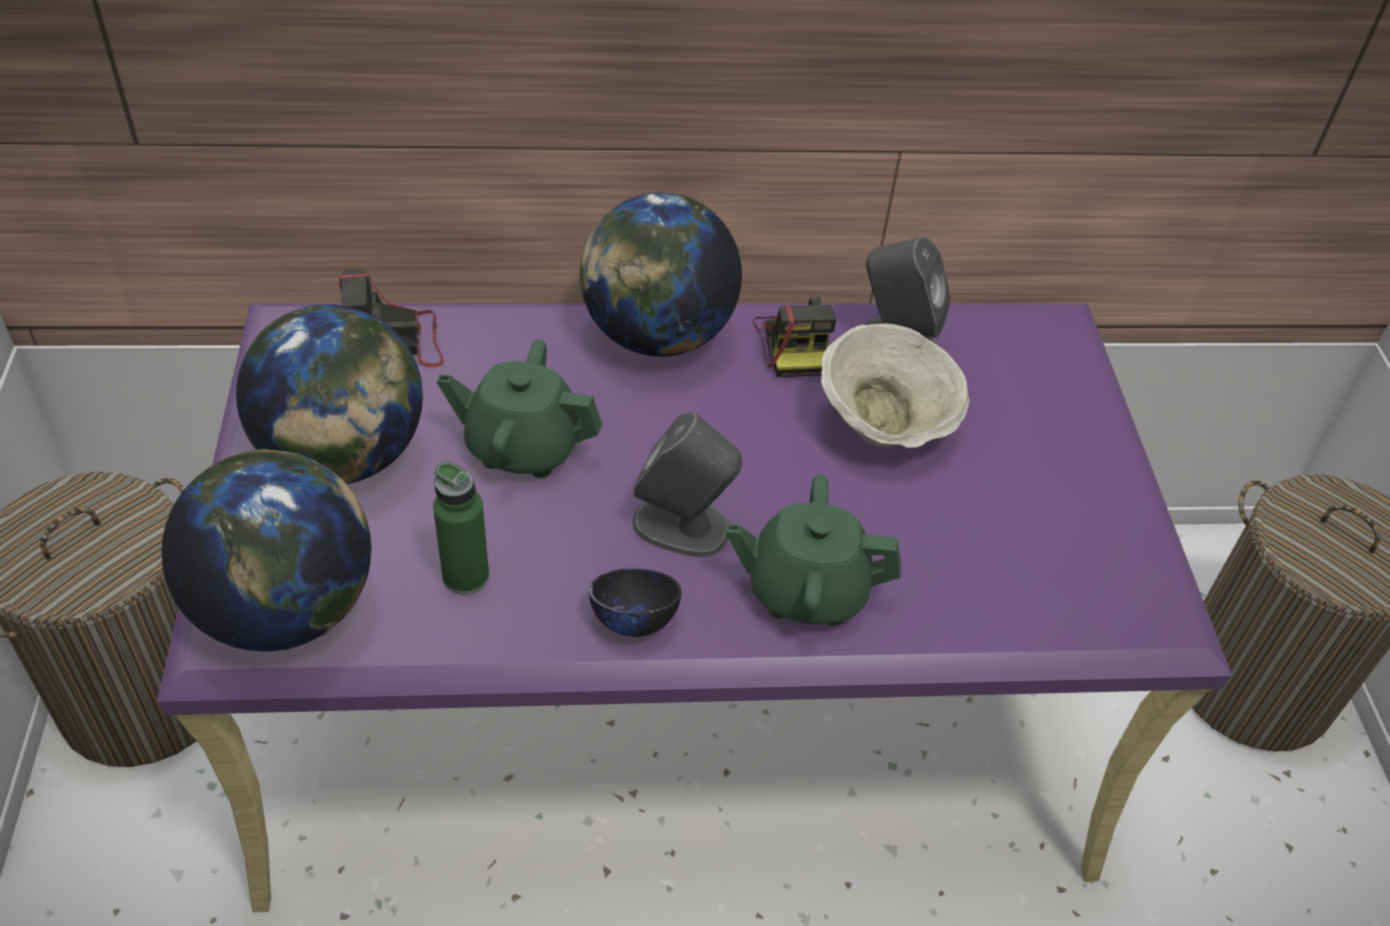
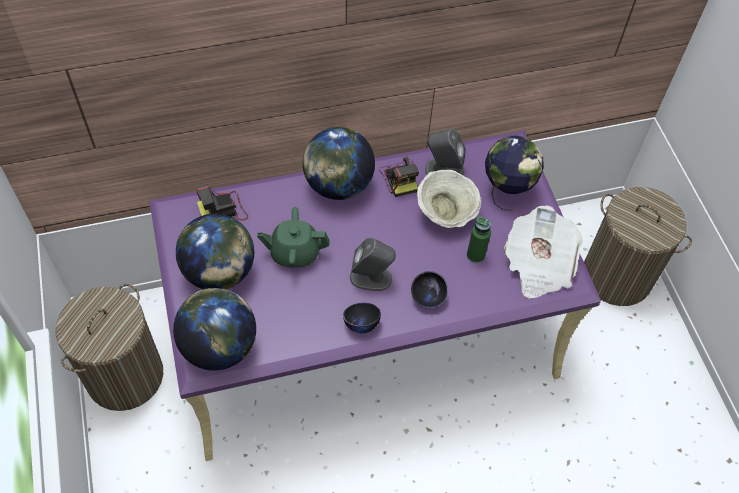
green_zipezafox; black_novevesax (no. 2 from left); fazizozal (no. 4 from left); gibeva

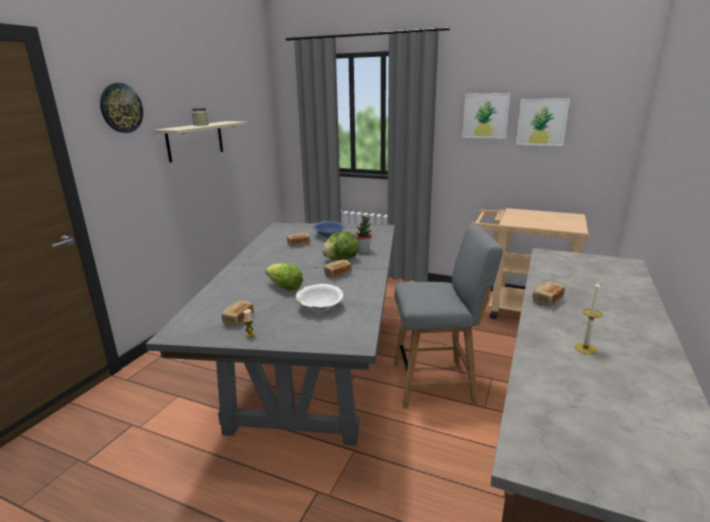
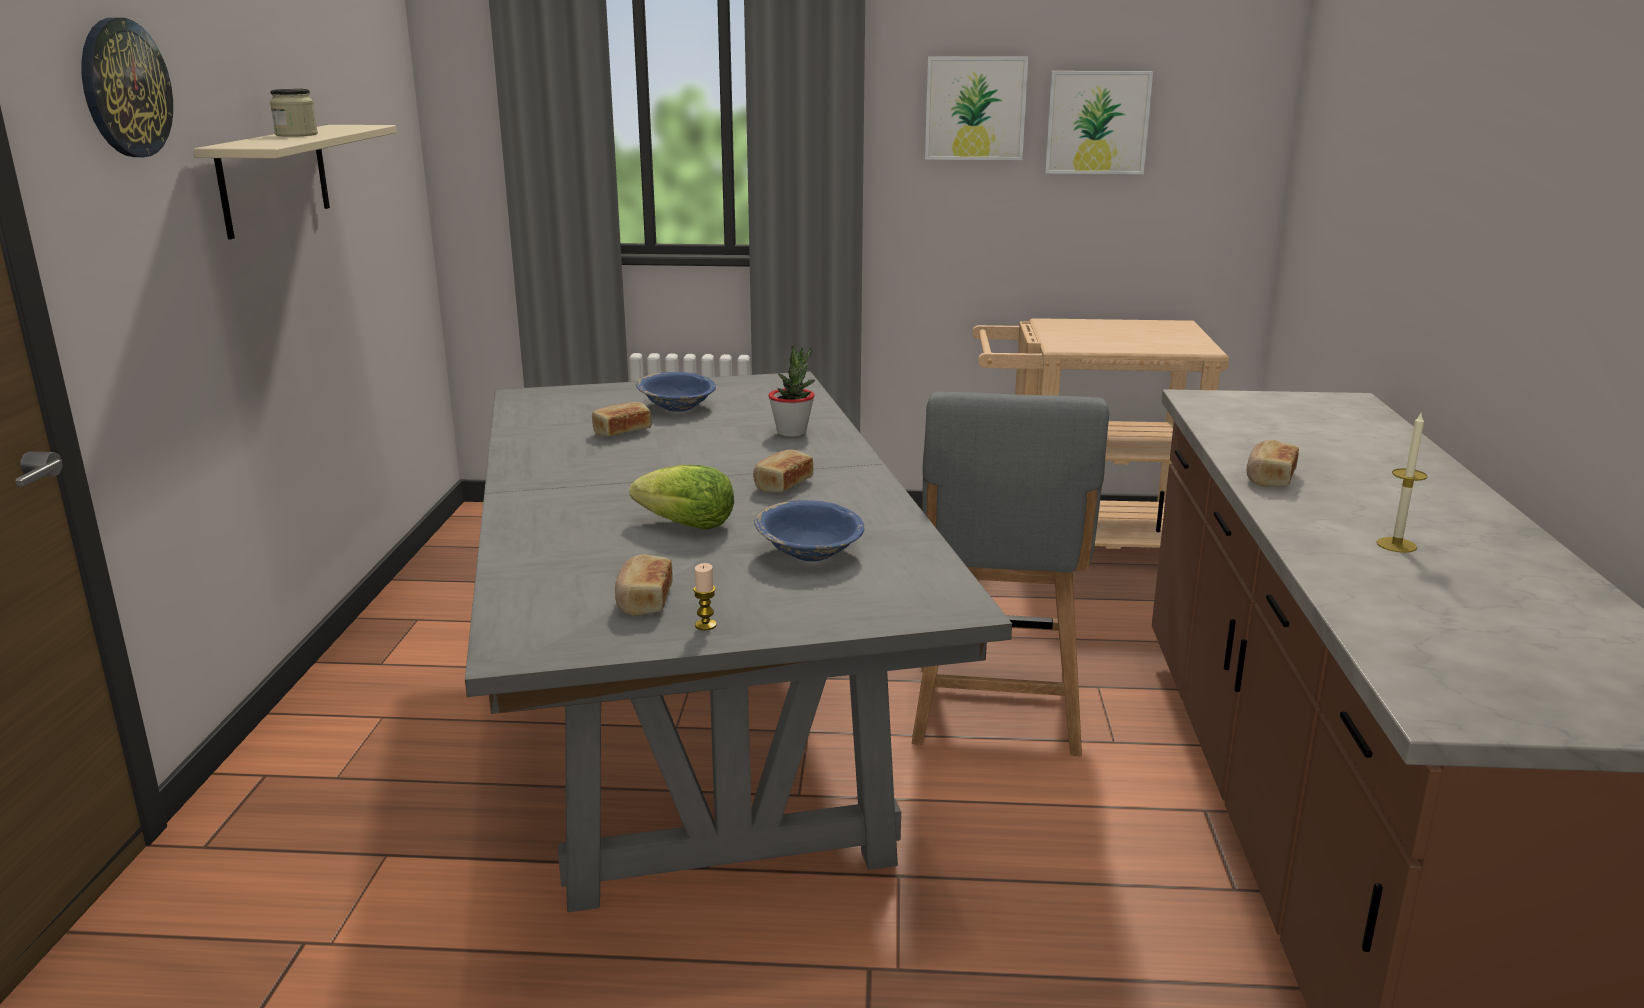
blue_novevesax (no. 2 from left); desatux (no. 2 from left in the first image); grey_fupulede

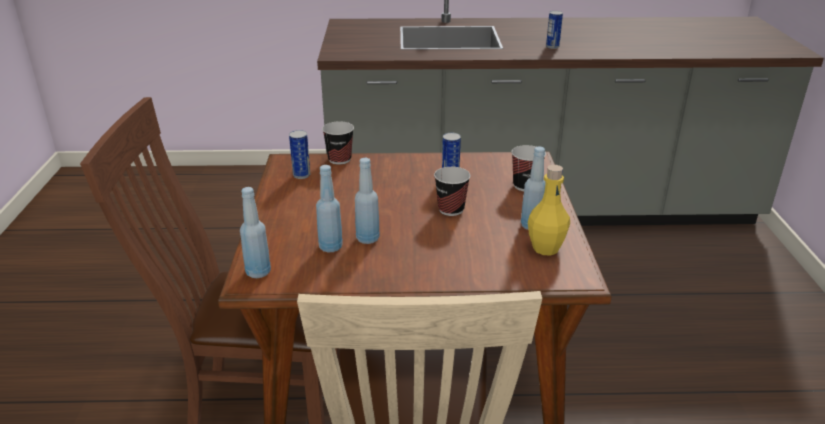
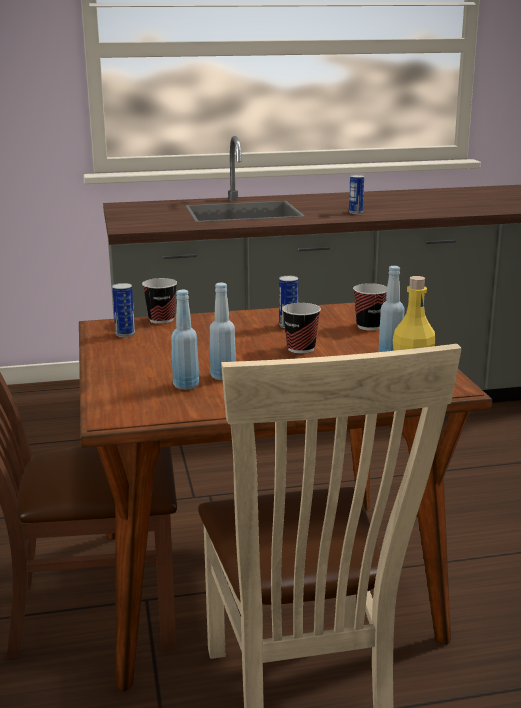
blue_zipezafox (no. 1 from left in the first image)

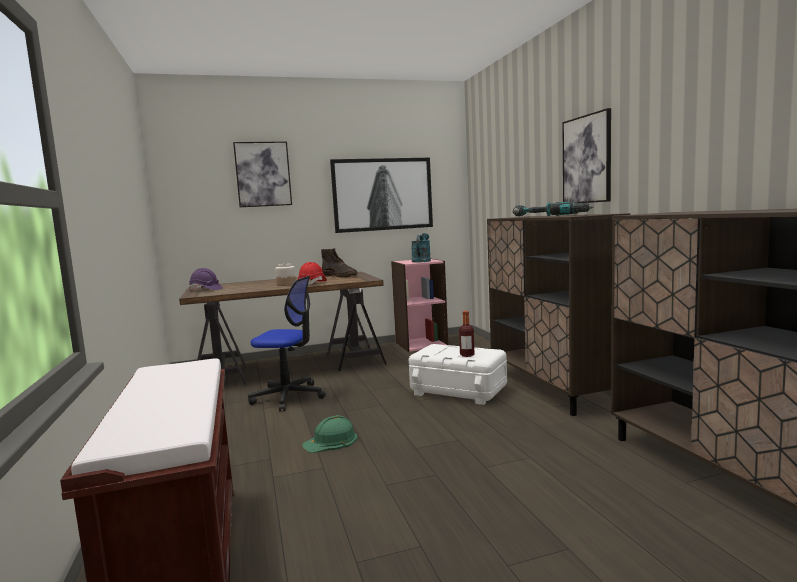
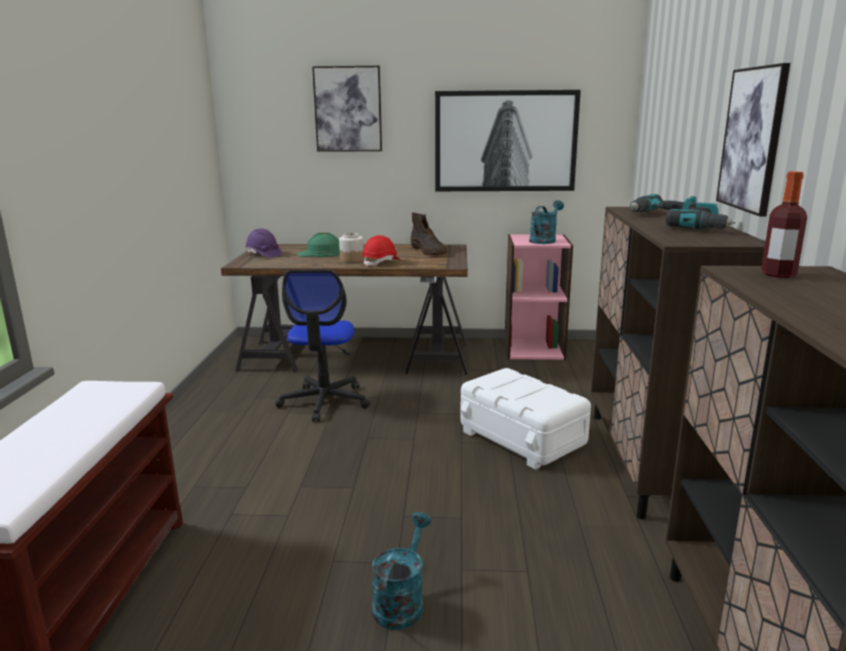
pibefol; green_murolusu; zipezafox; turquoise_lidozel (no. 1 from left)

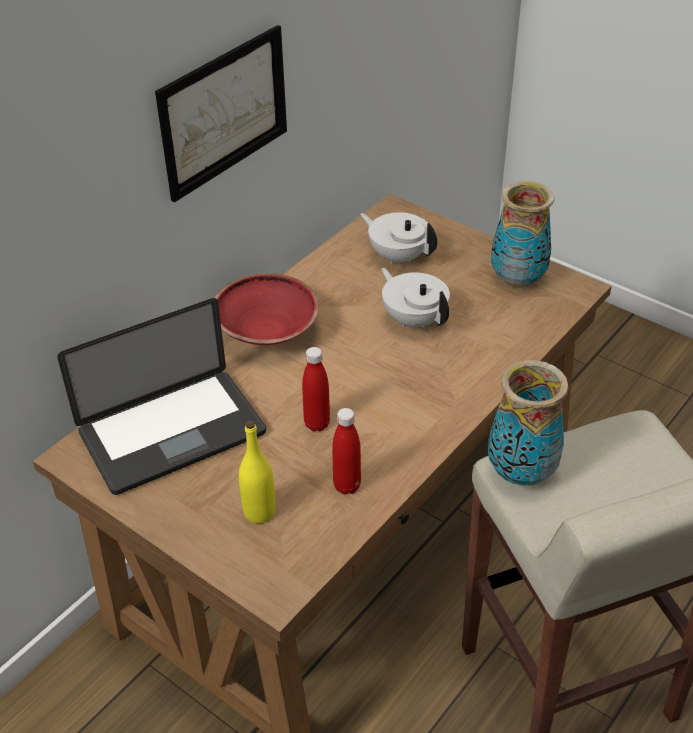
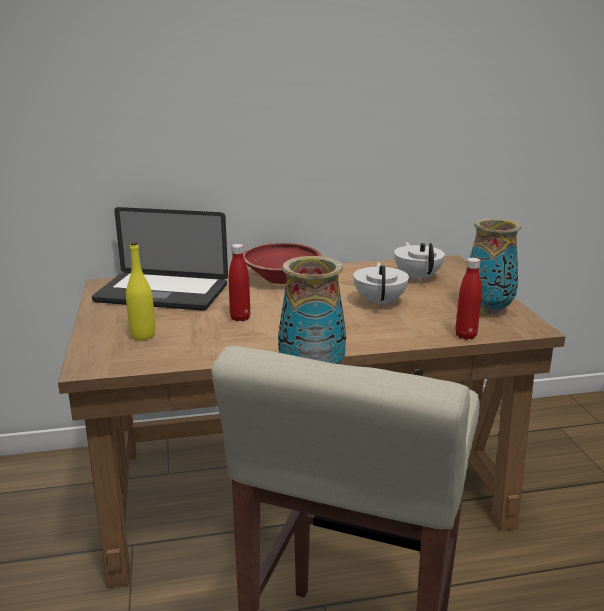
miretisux; red_zipezafox (no. 2 from left)

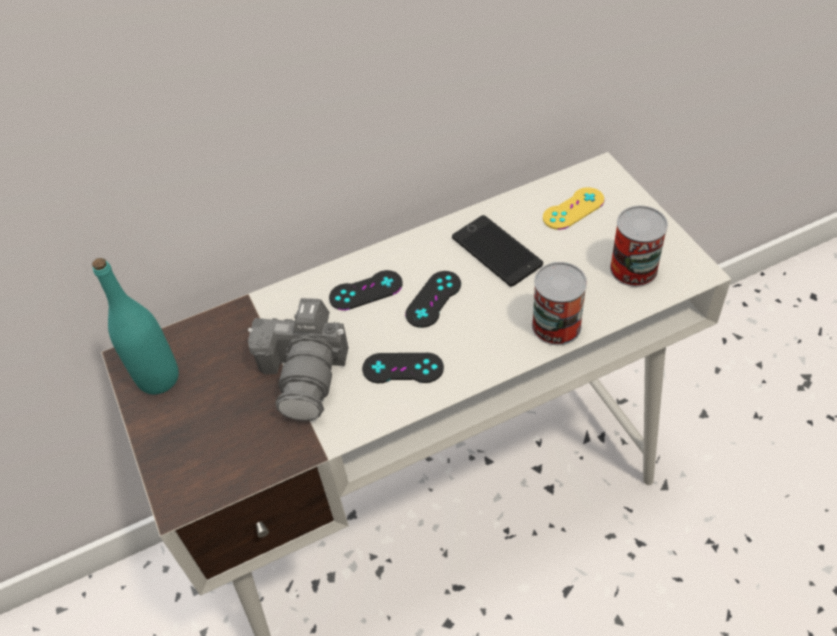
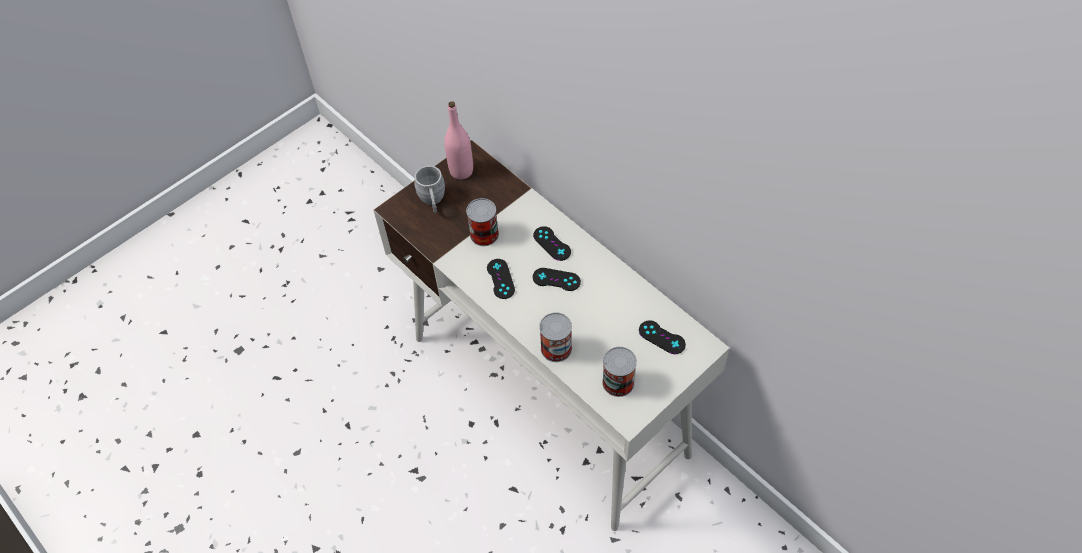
pink_zipezafox; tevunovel (no. 1 from left); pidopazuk; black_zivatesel (no. 4 from left); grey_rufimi

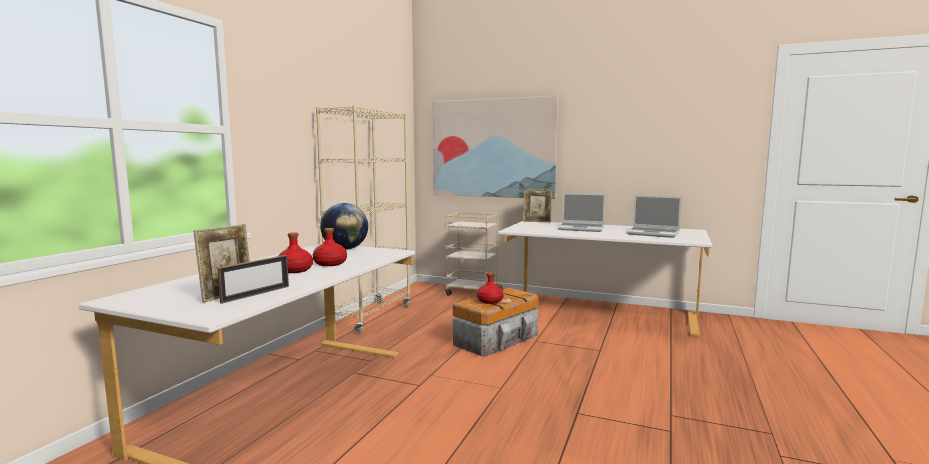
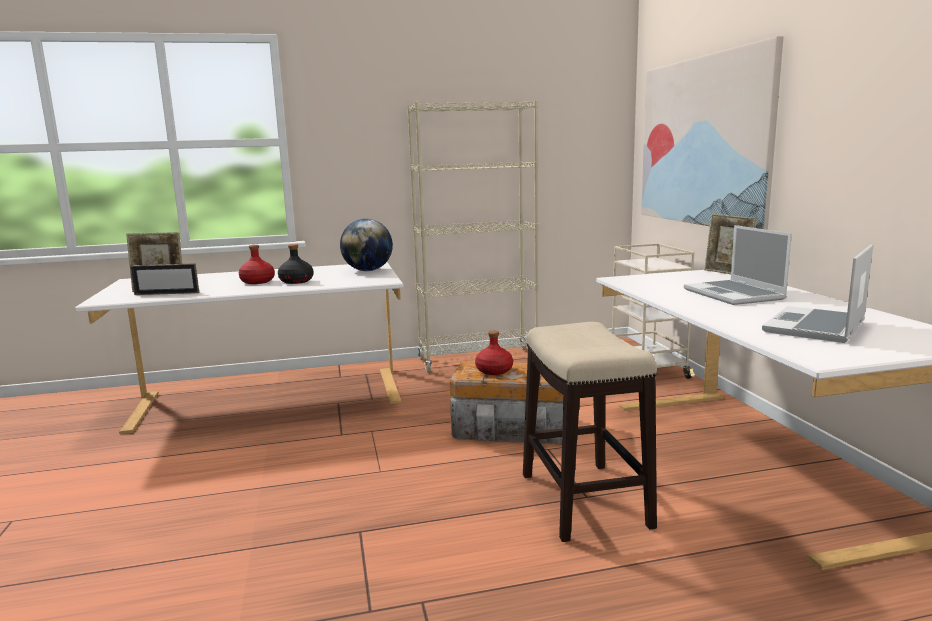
black_zipezafox; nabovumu (no. 2 from left); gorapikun

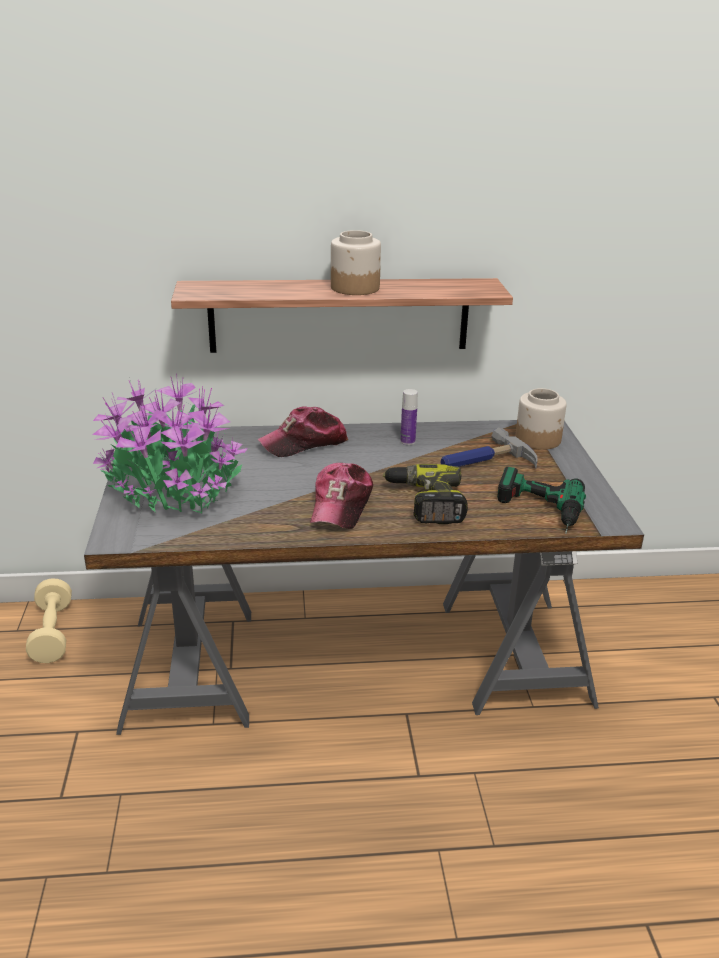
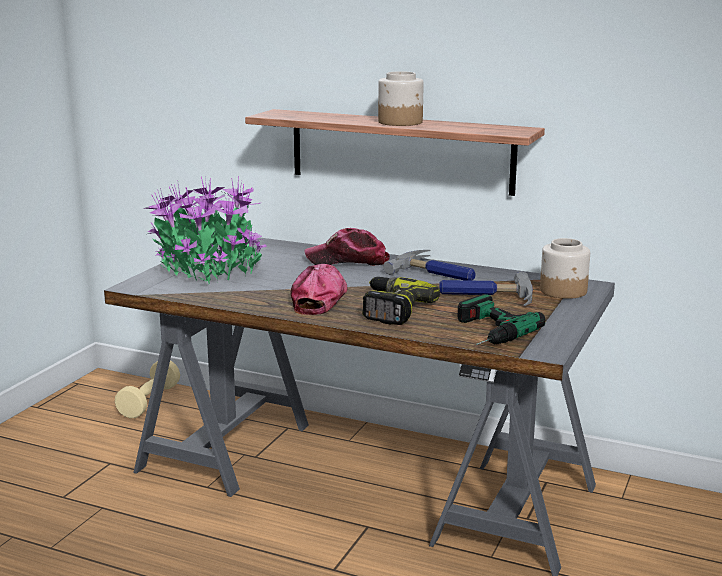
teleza (no. 1 from left); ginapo (no. 1 from left)

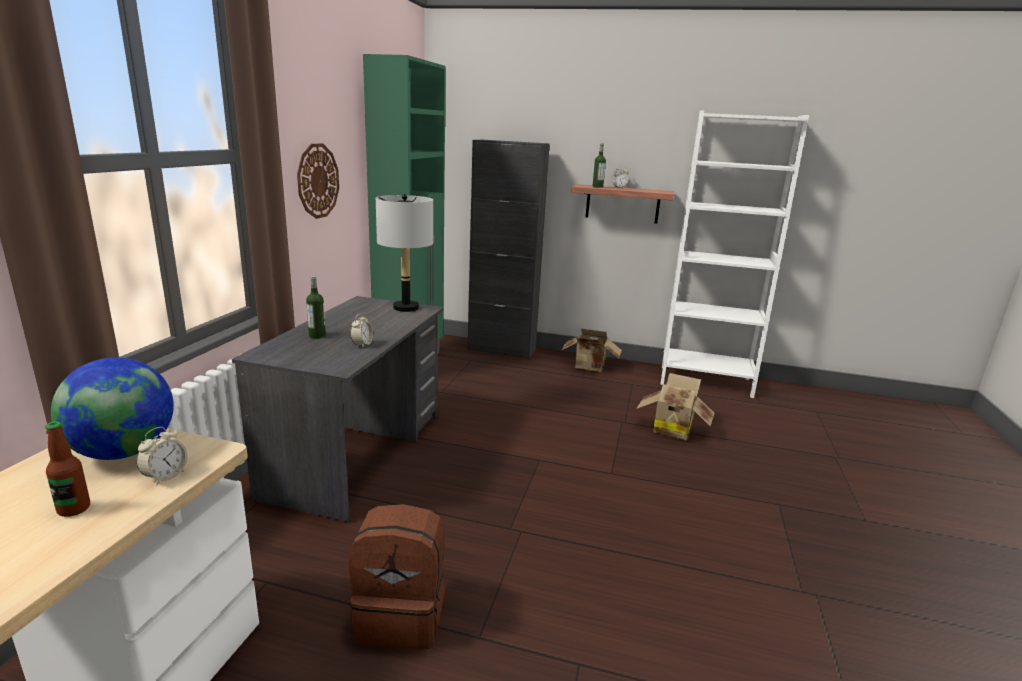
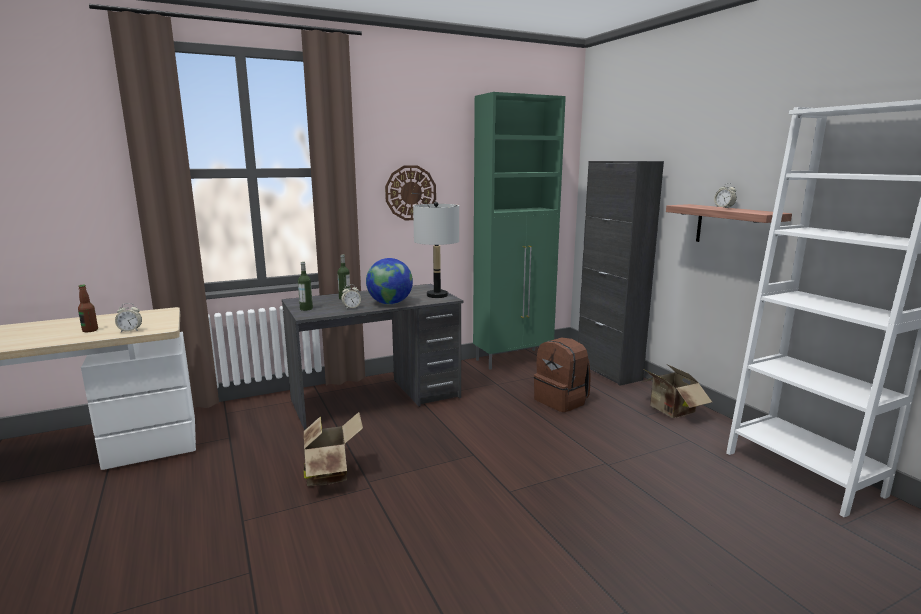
fazizozal; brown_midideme; zipezafox (no. 2 from left); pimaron (no. 1 from left)

